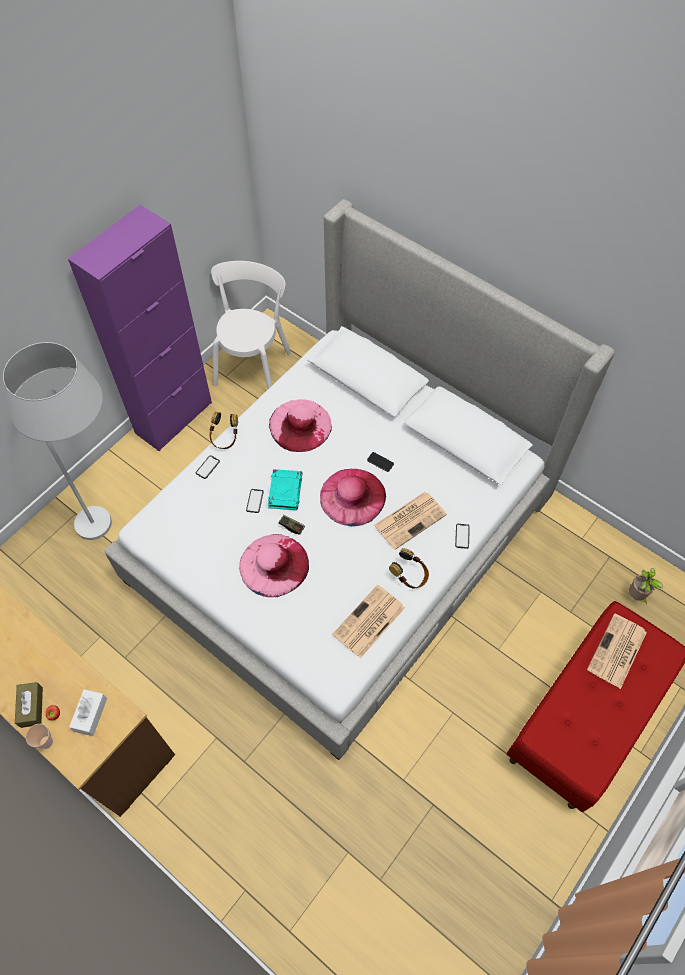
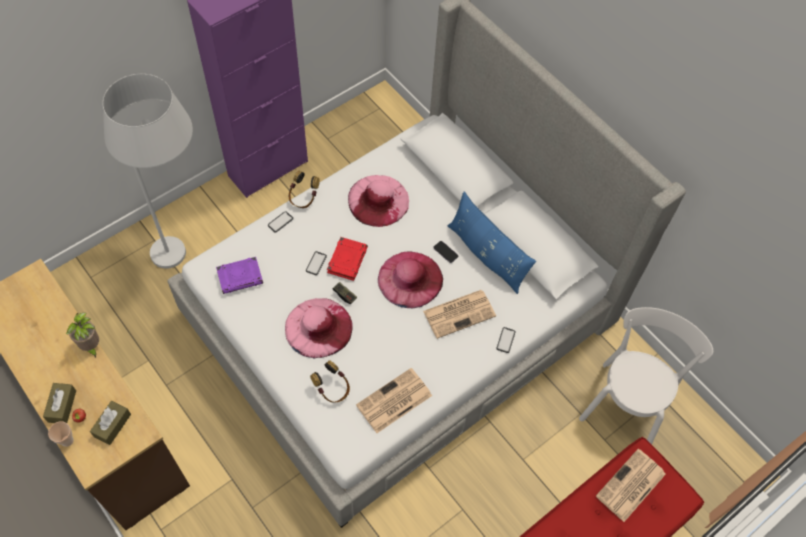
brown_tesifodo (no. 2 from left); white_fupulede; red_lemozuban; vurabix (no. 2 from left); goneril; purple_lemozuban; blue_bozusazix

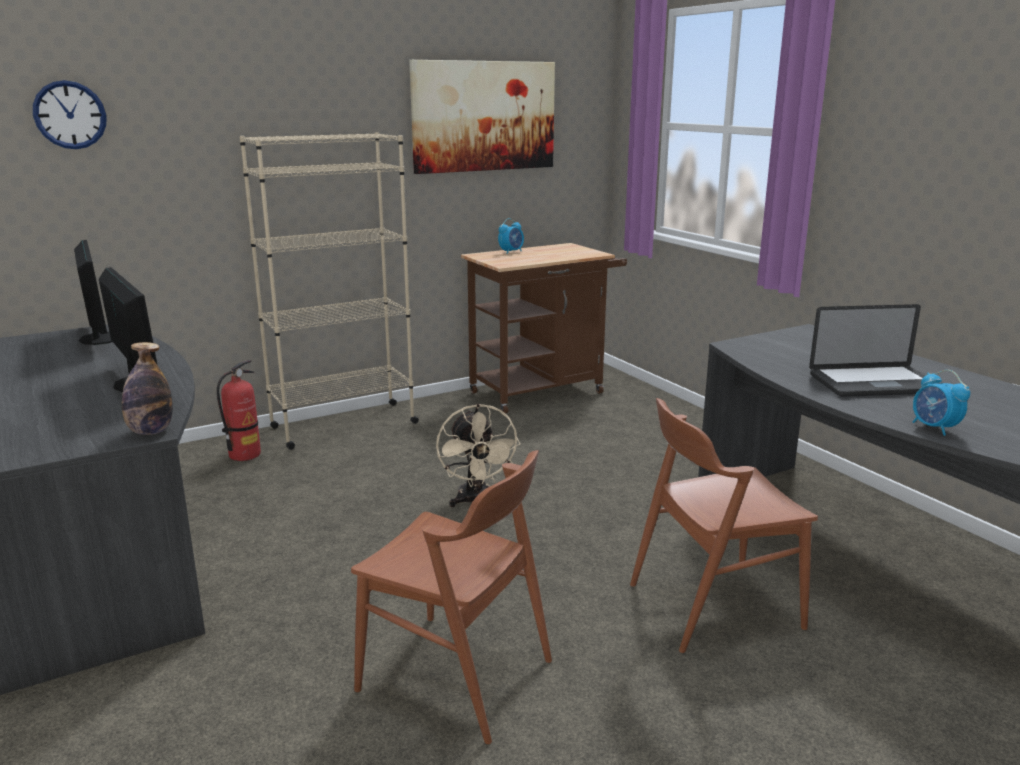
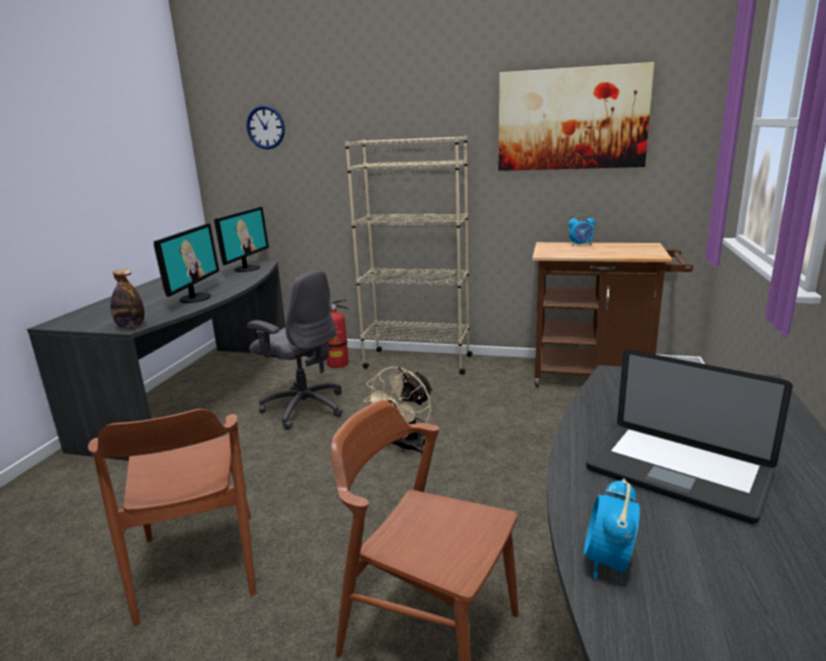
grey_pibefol

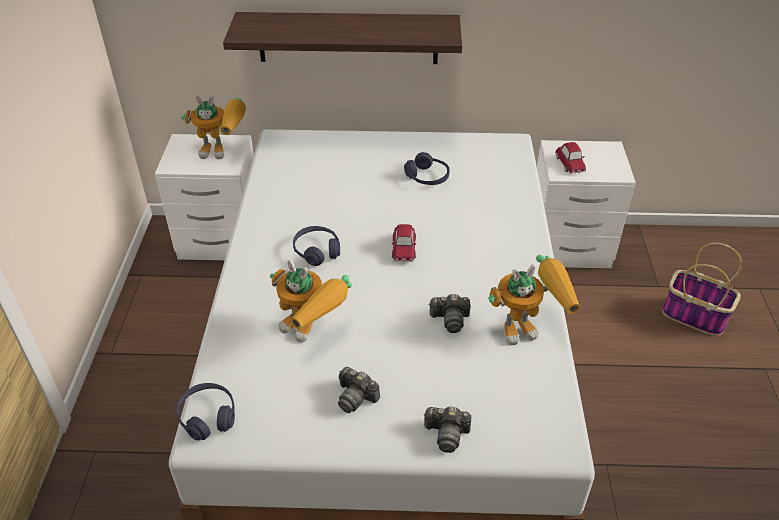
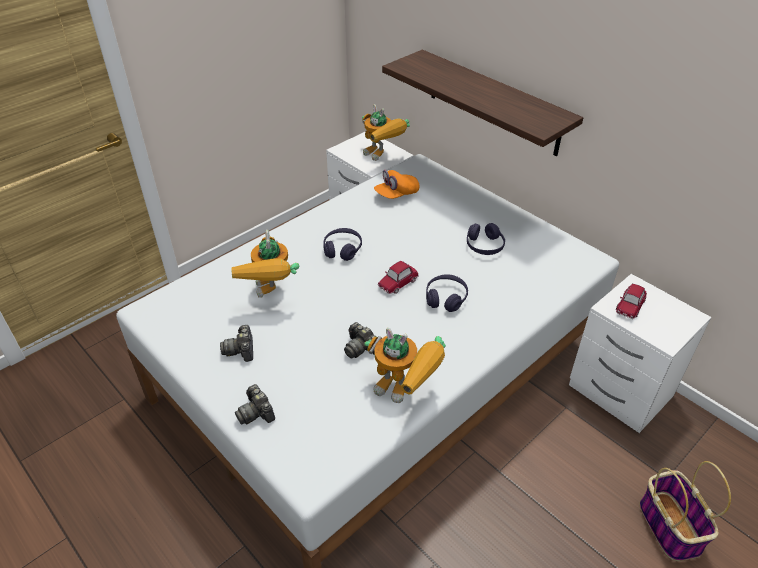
purple_vurabix (no. 2 from left); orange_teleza

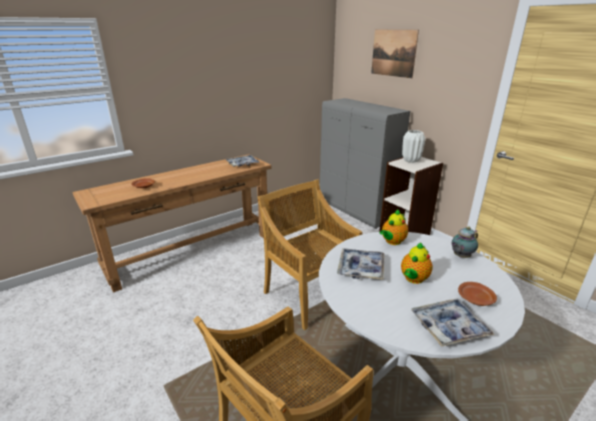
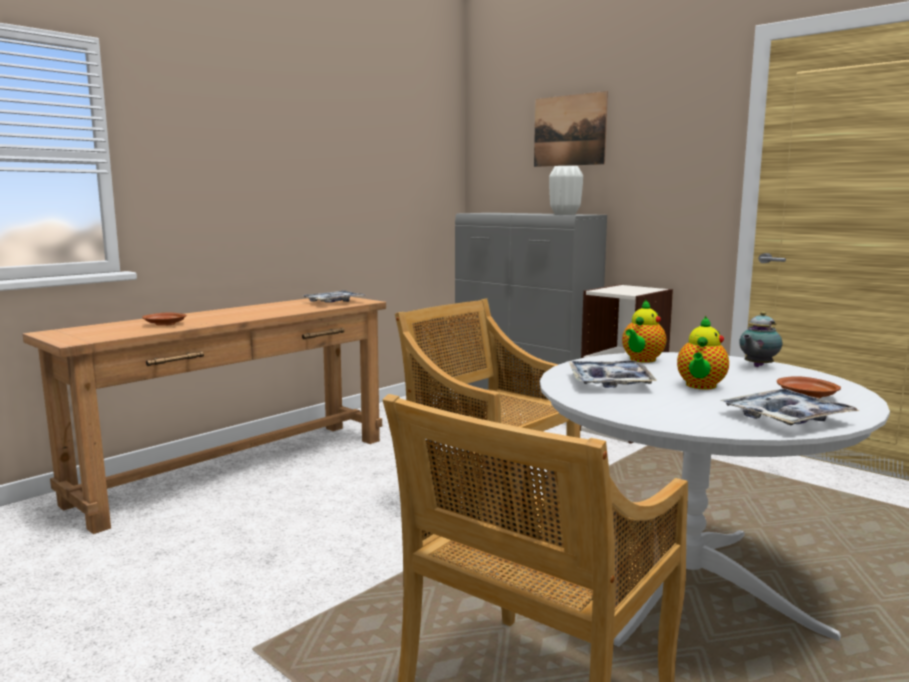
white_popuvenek

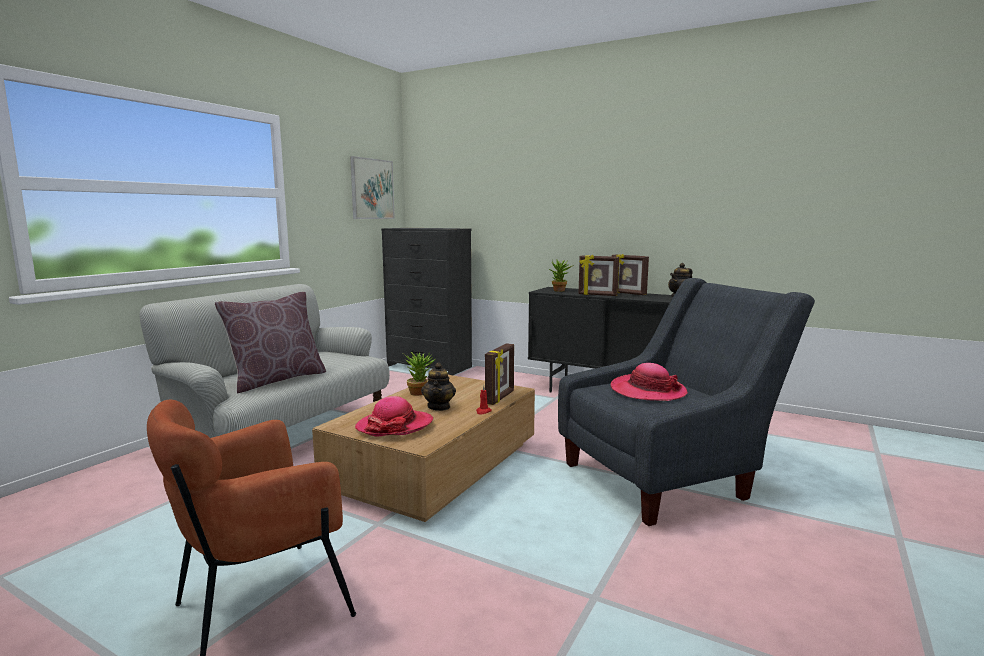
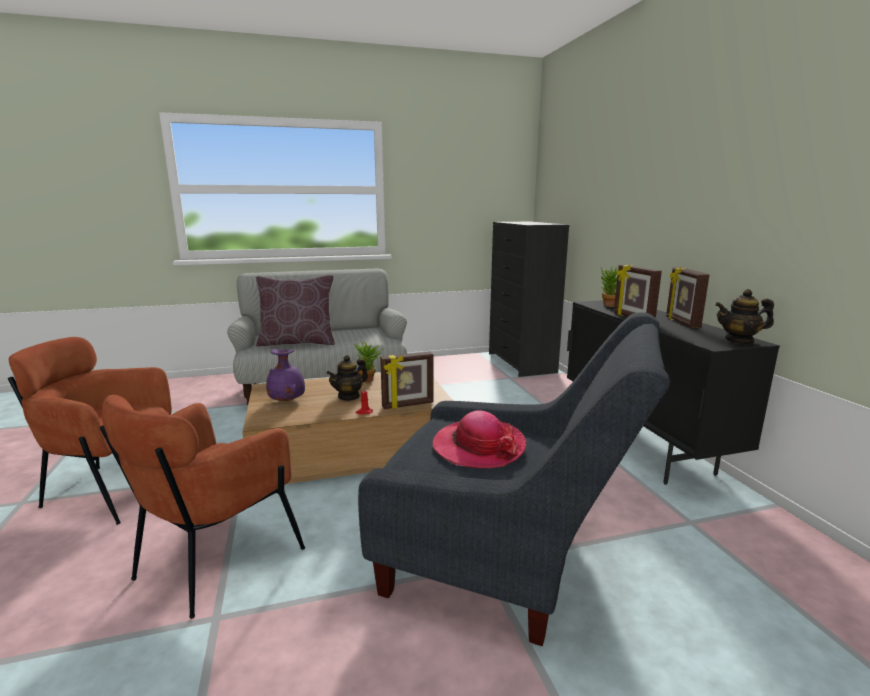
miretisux; purple_popuvenek; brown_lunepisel (no. 2 from left)

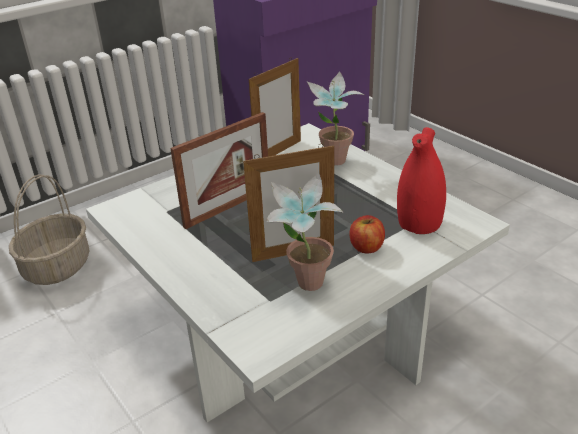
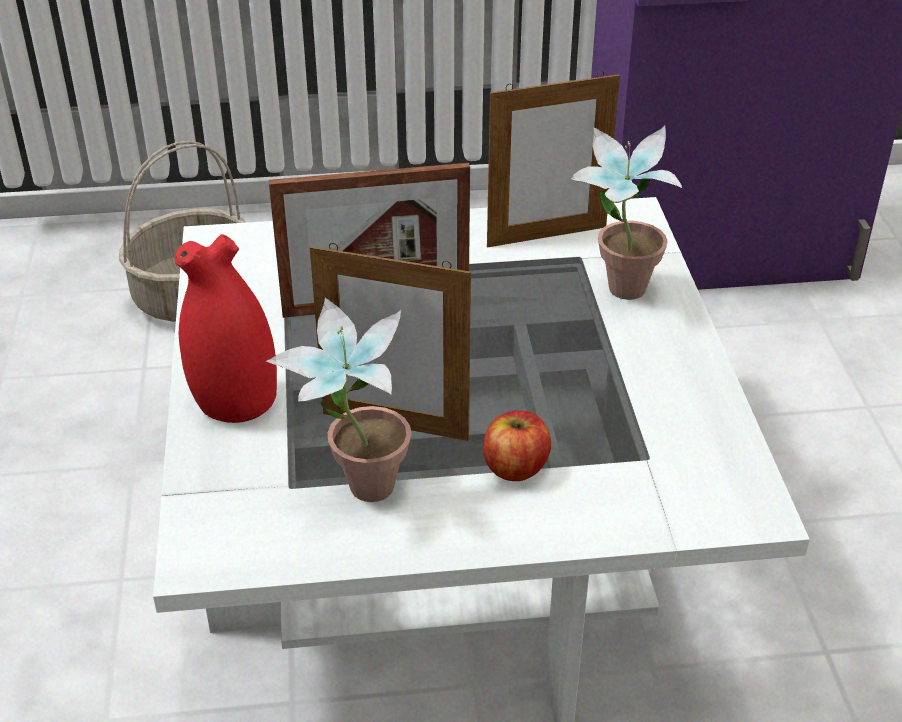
red_popuvenek

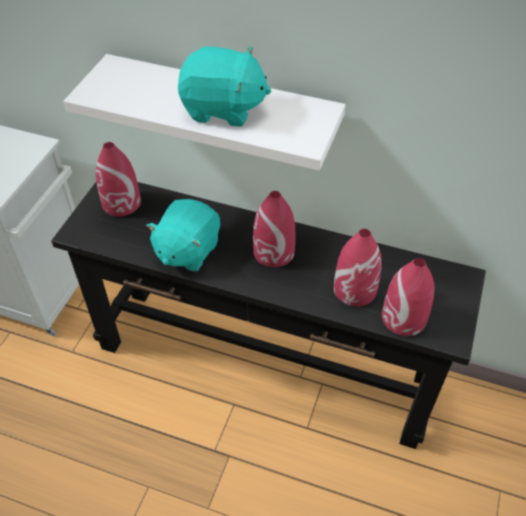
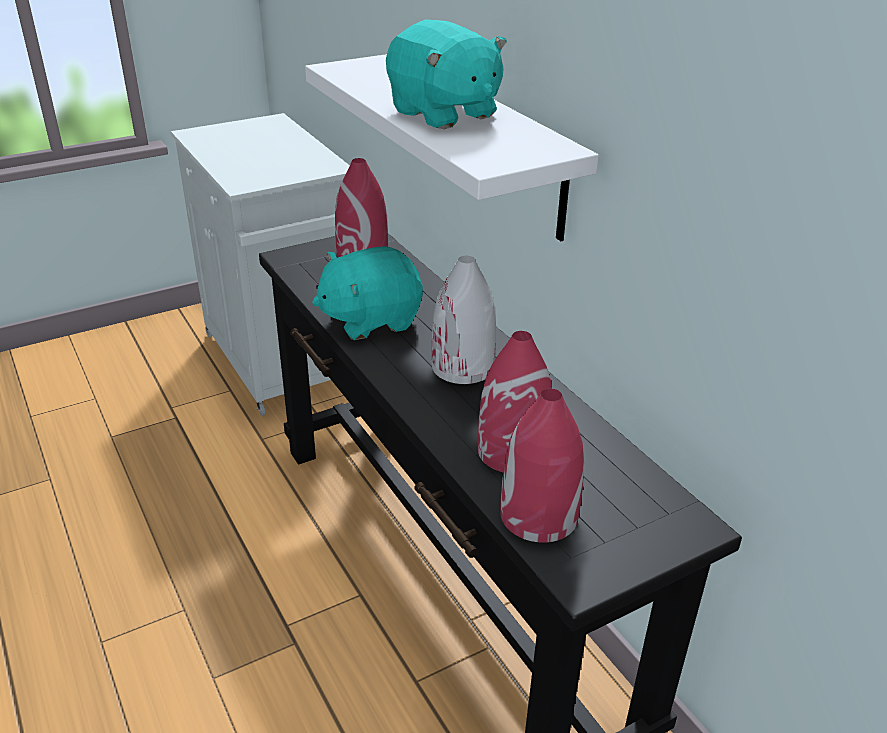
white_popuvenek

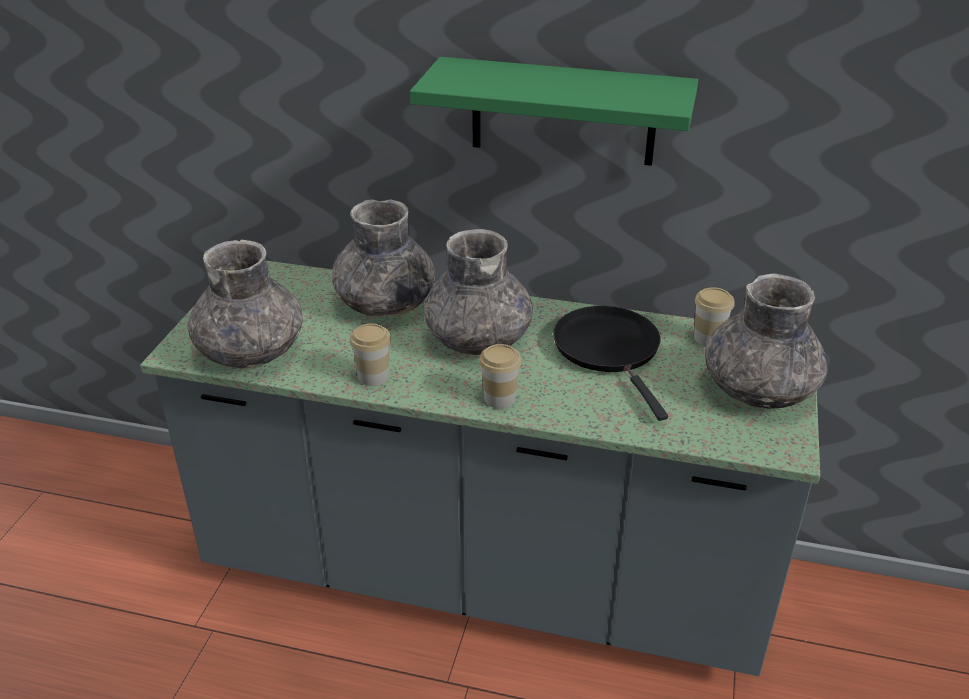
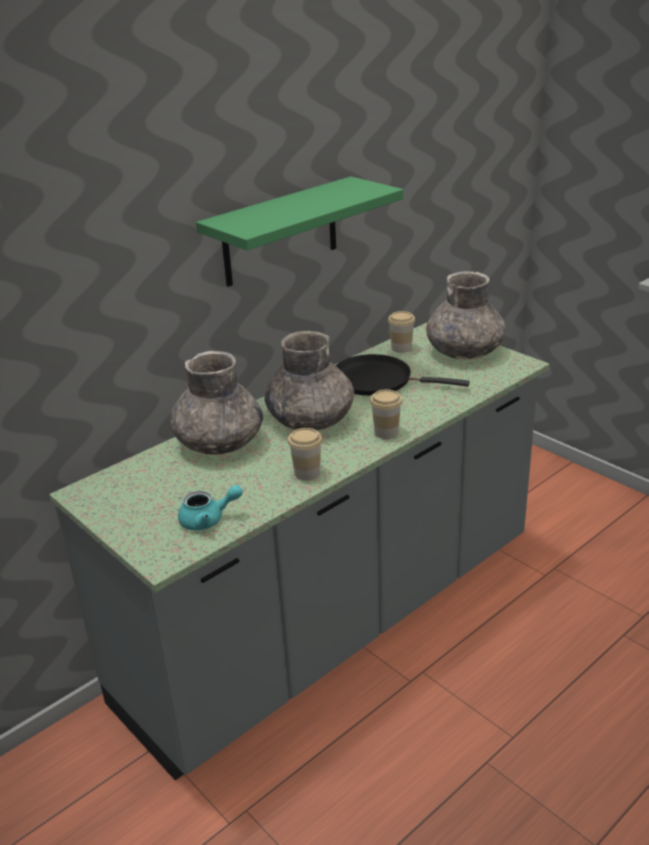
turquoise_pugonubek

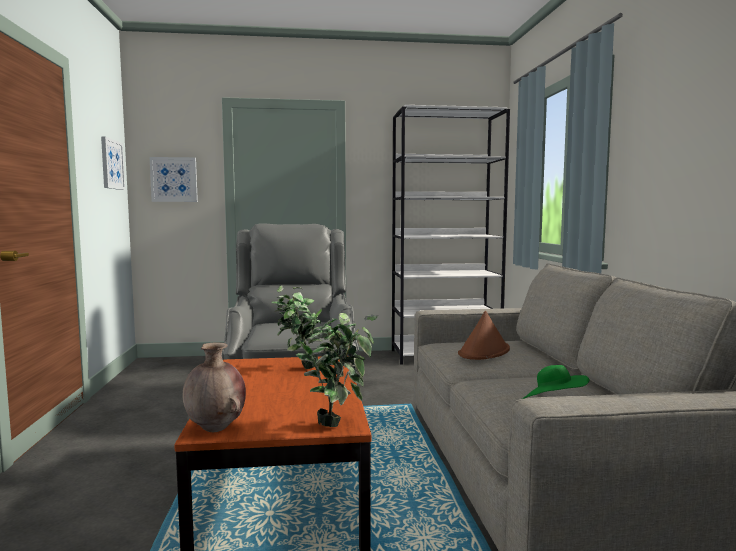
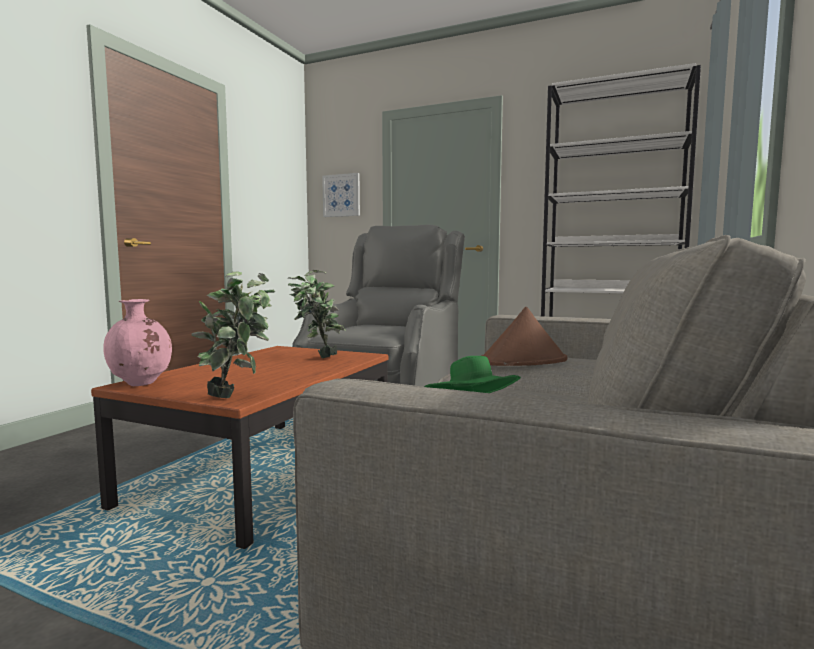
miretisux (no. 1 from left in the first image); pink_popuvenek

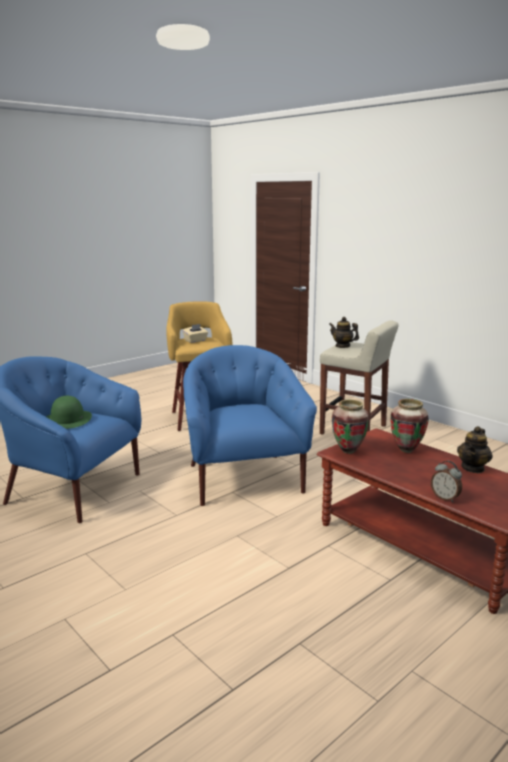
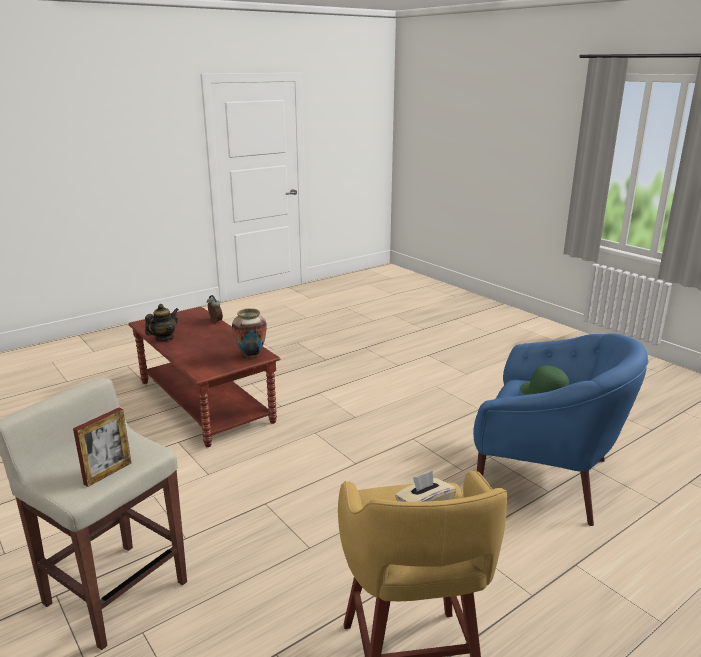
blue_lunepisel (no. 2 from left in the first image); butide; popuvenek (no. 2 from left in the first image)

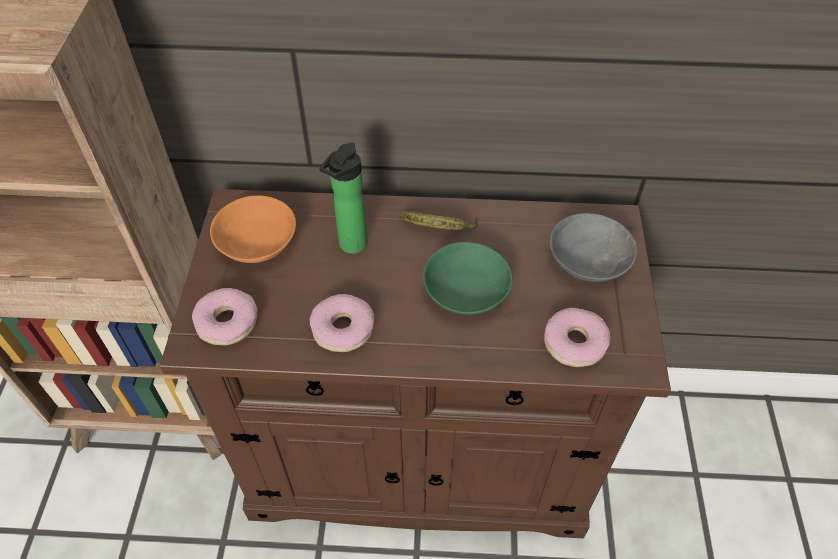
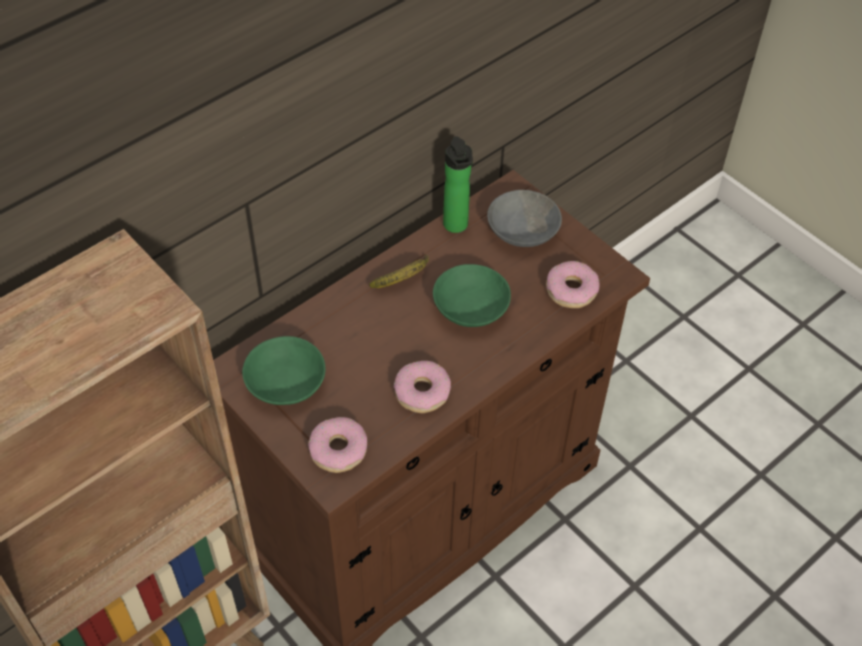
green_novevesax (no. 1 from left); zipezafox

